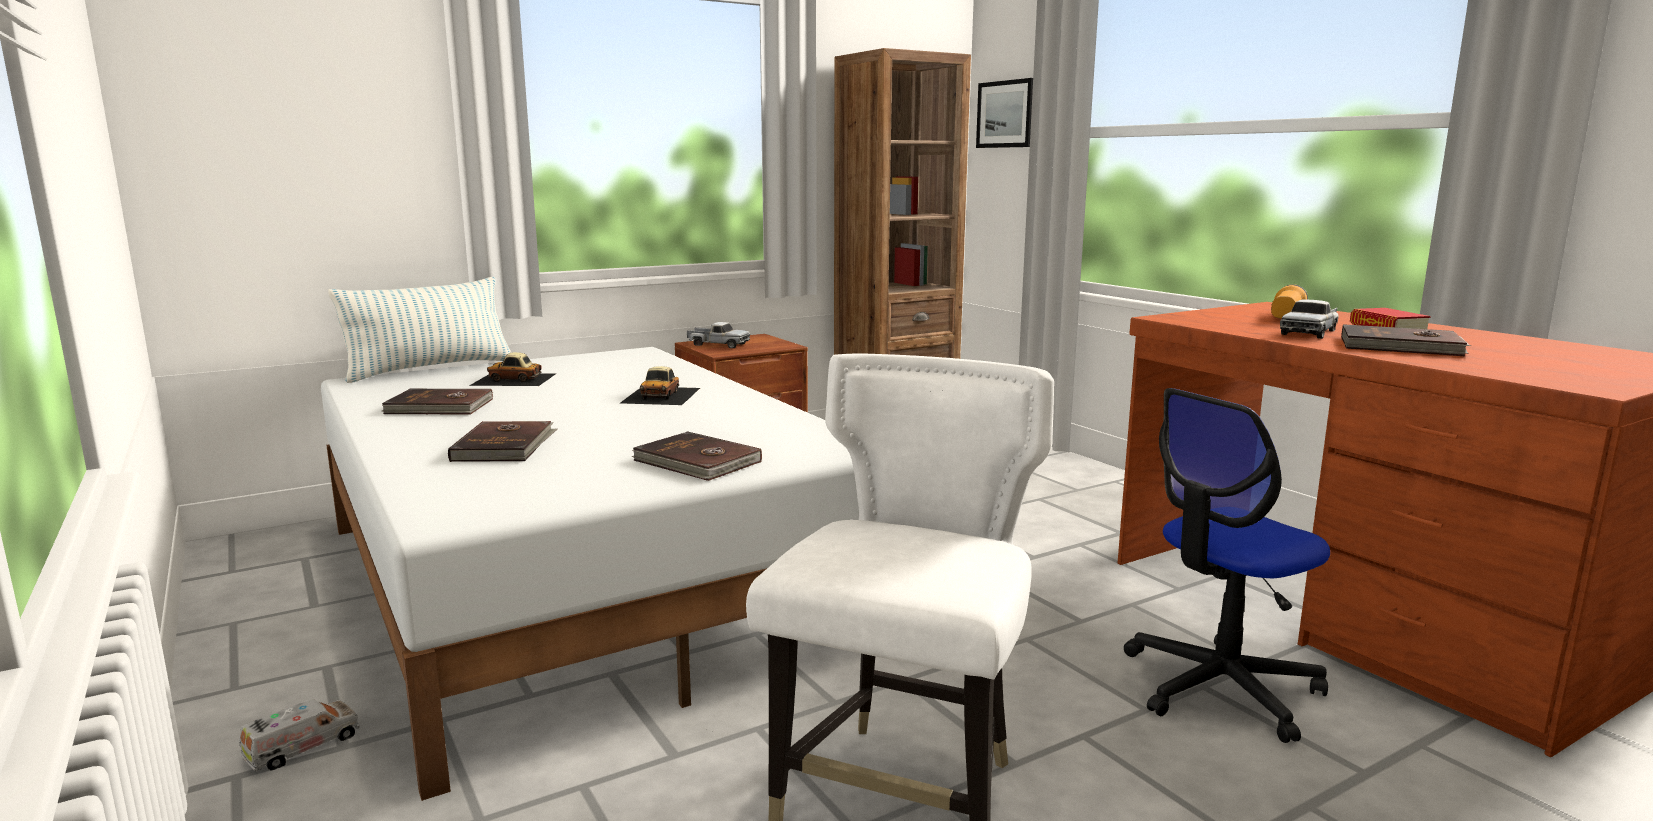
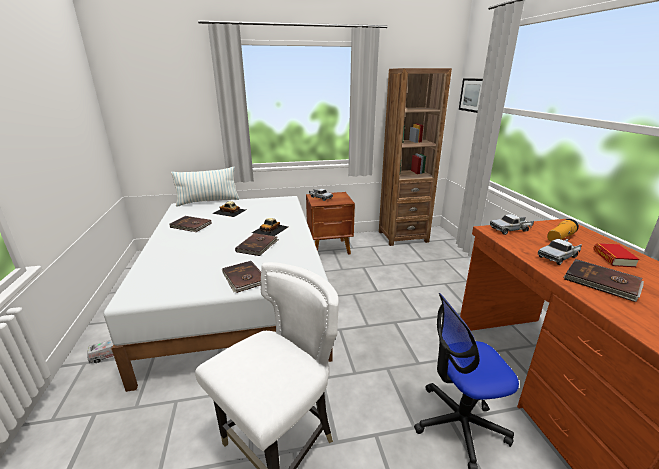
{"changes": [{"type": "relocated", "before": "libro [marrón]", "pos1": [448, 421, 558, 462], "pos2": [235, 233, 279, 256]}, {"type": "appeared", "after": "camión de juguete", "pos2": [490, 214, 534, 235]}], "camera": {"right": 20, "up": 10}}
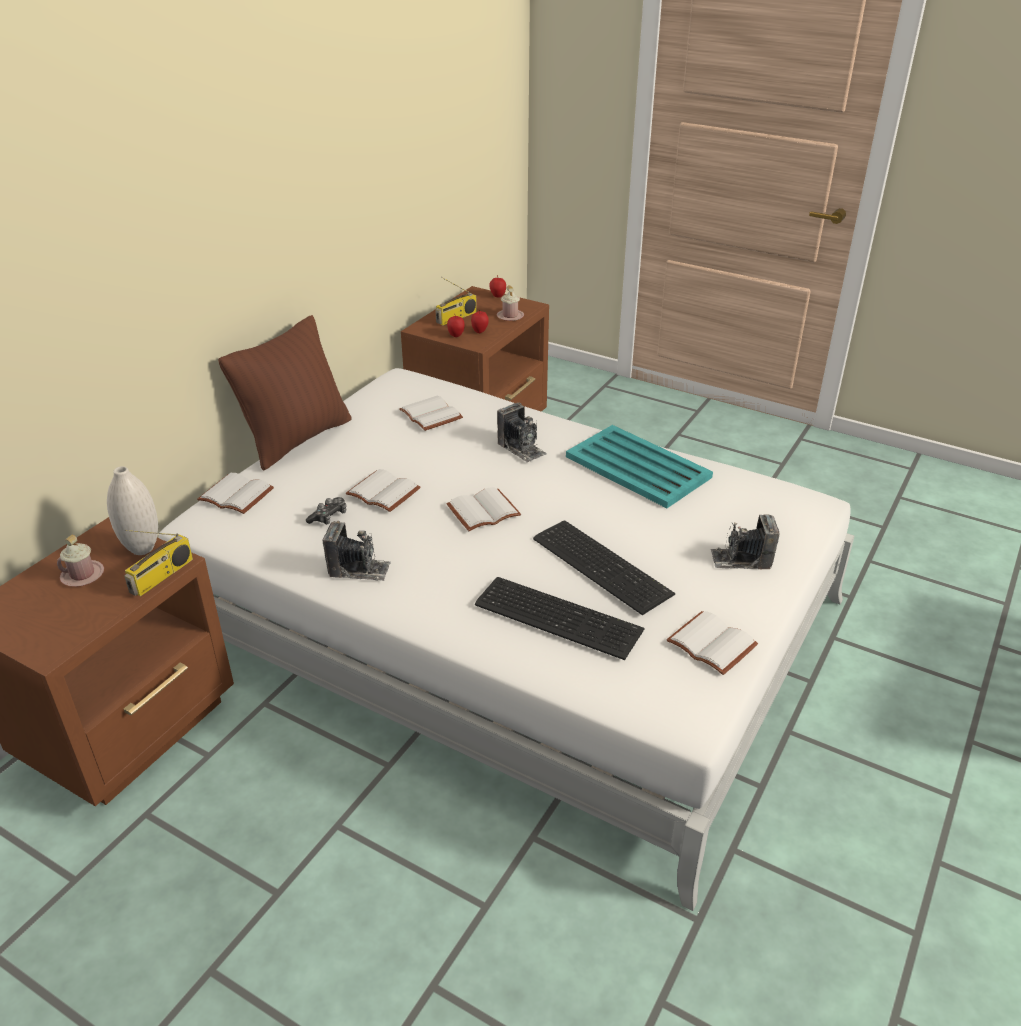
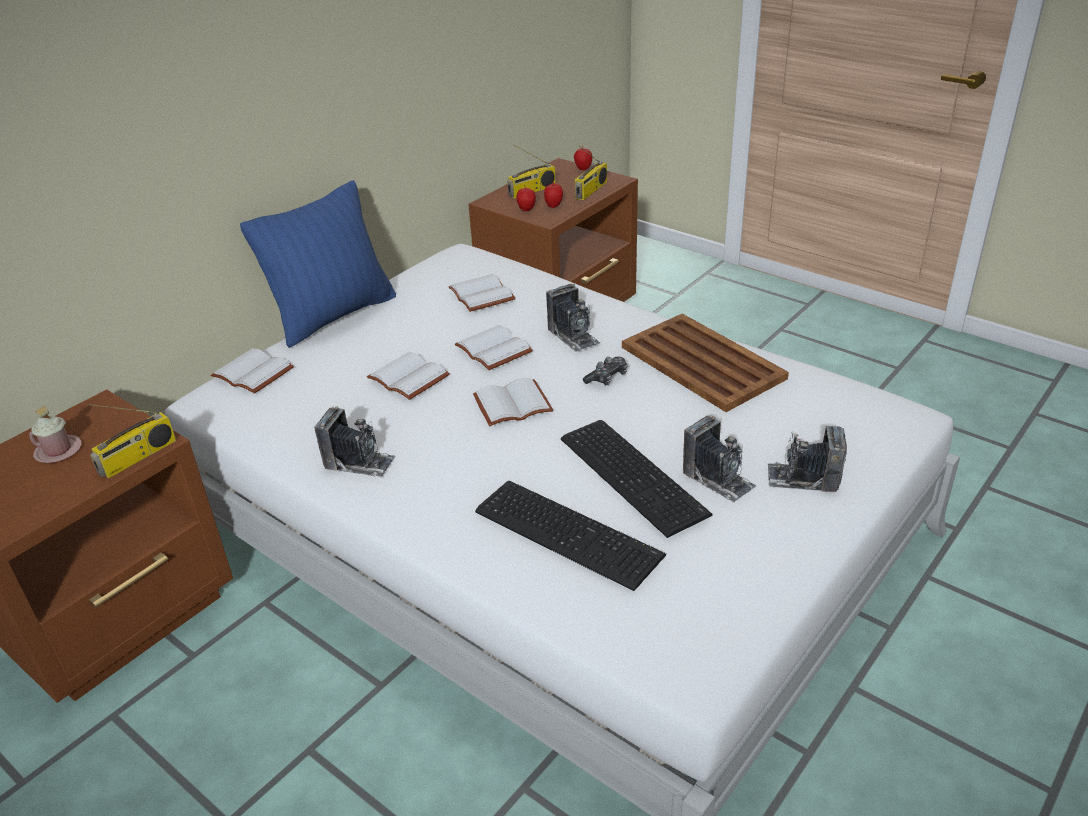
{"changes": [{"type": "missing", "before": "florero [blanco]", "pos1": [107, 466, 158, 555]}, {"type": "colour", "before": "cojín [marrón]", "after": "cojín [azul]", "pos1": [218, 315, 351, 471], "pos2": [240, 180, 396, 348]}, {"type": "relocated", "before": "mando de consola", "pos1": [306, 497, 347, 525], "pos2": [583, 357, 628, 385]}, {"type": "exchanged", "before": "taza grande [rosa]", "after": "radio", "pos1": [496, 285, 524, 321], "pos2": [575, 146, 607, 200]}, {"type": "colour", "before": "bandeja [turquesa]", "after": "bandeja [marrón]", "pos1": [566, 425, 713, 508], "pos2": [622, 314, 789, 412]}, {"type": "relocated", "before": "libro [blanco]", "pos1": [666, 611, 758, 675], "pos2": [455, 325, 533, 370]}, {"type": "appeared", "after": "cámara", "pos2": [683, 415, 756, 503]}], "camera": {"right": 10, "up": 0}}
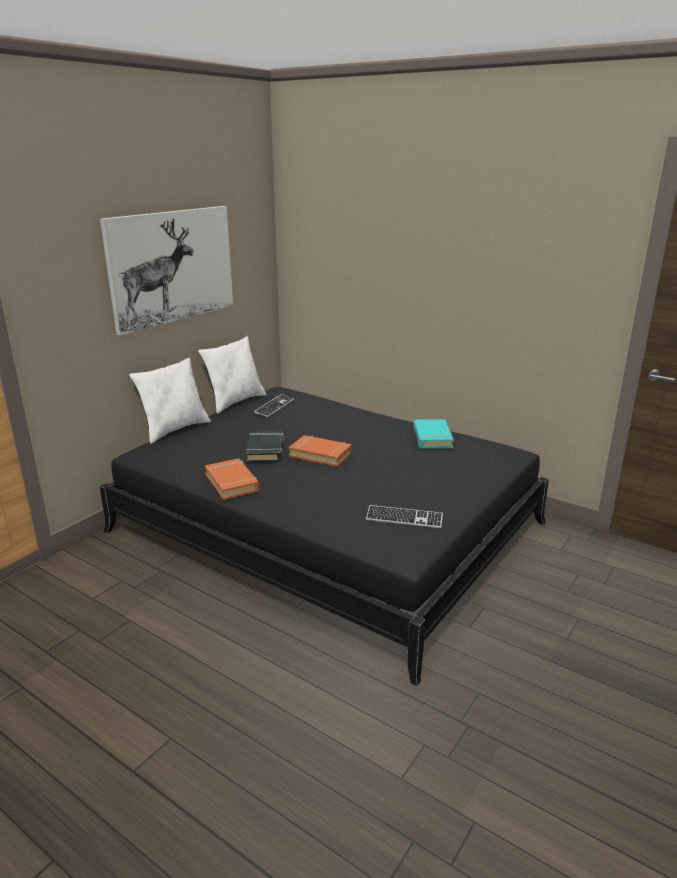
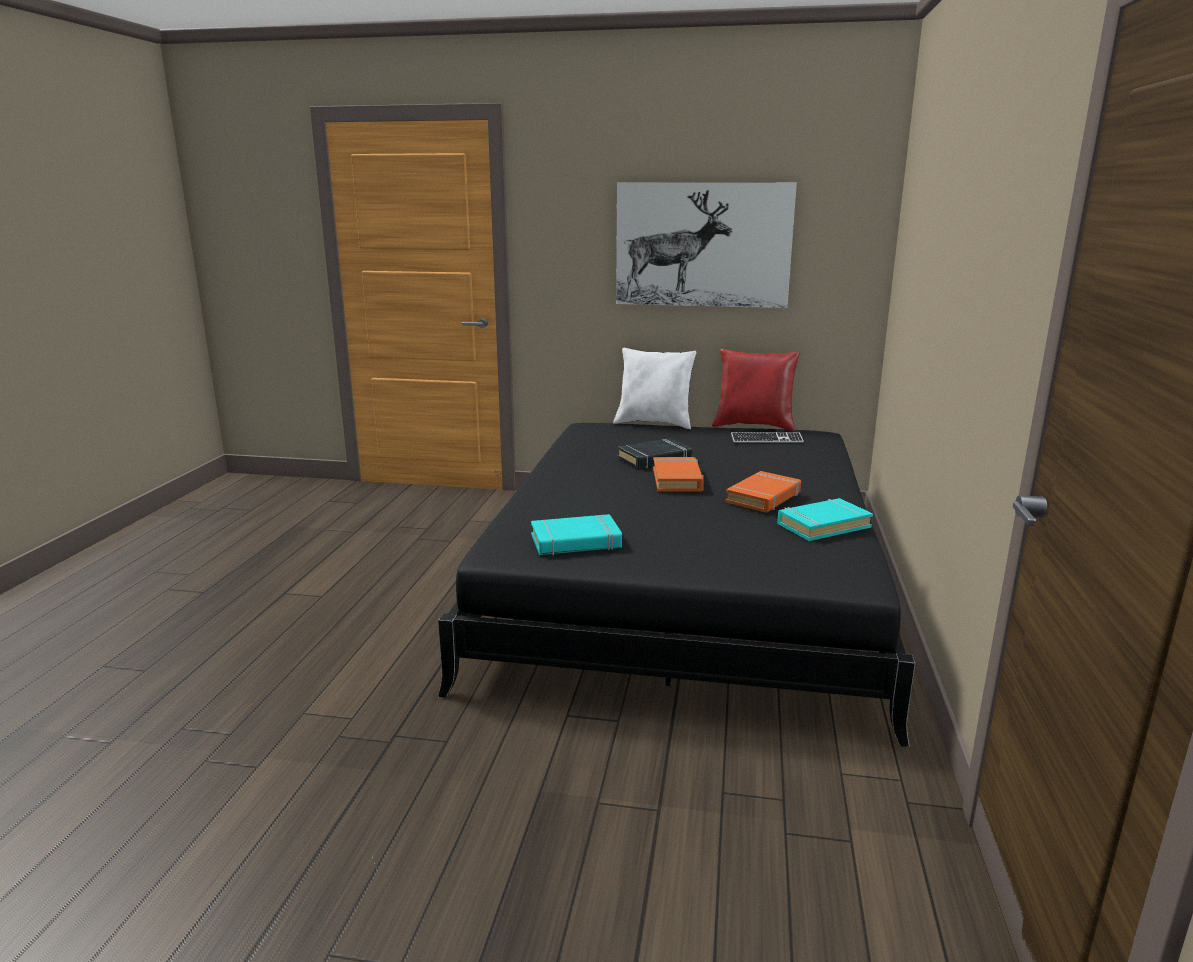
{"changes": [{"type": "colour", "before": "cojín [blanco]", "after": "cojín [rojo]", "pos1": [198, 336, 267, 414], "pos2": [712, 349, 800, 432]}, {"type": "relocated", "before": "libro [naranja]", "pos1": [205, 459, 260, 500], "pos2": [725, 471, 801, 513]}, {"type": "exchanged", "before": "teclado", "after": "libro [turquesa]", "pos1": [366, 505, 443, 528], "pos2": [531, 514, 622, 555]}], "camera": {"right": 65, "up": -5}}
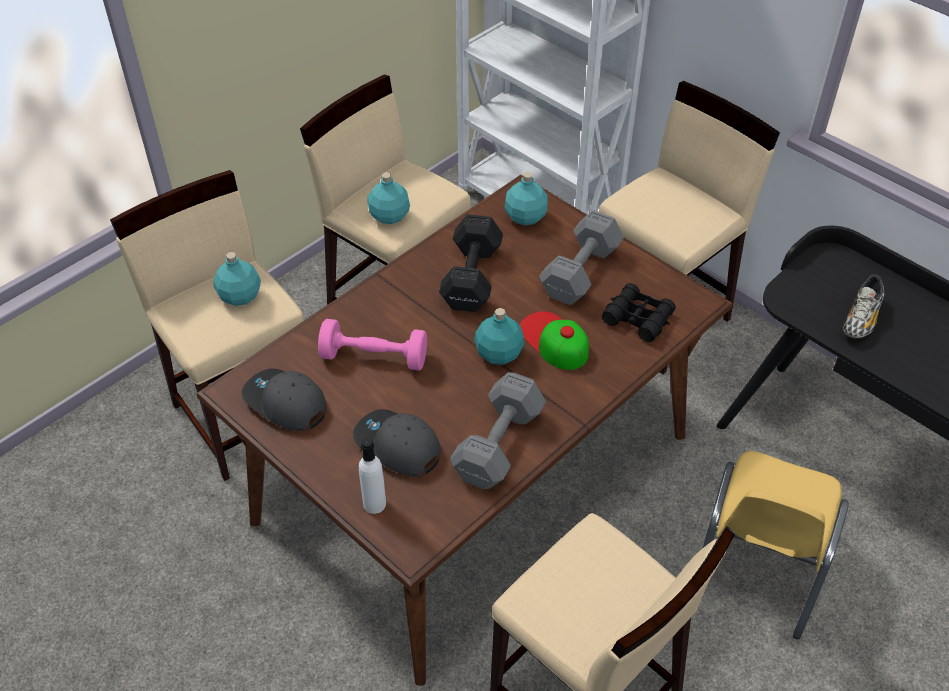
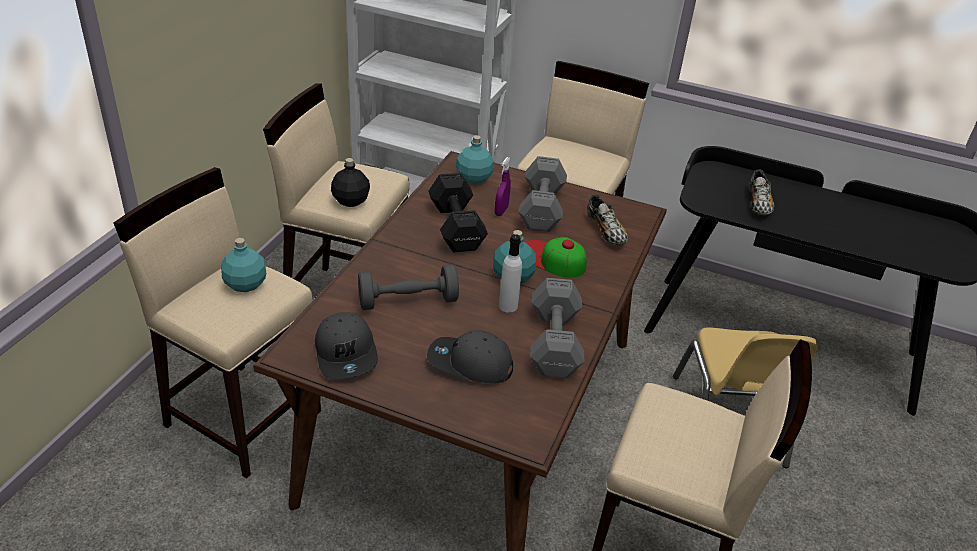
{"changes": [{"type": "spun", "before": "gorra [gris]", "pos1": [242, 369, 327, 431], "pos2": [315, 312, 378, 379], "turn": -120}, {"type": "colour", "before": "mancuerna [rosa]", "after": "mancuerna [gris]", "pos1": [318, 319, 427, 371], "pos2": [358, 265, 459, 310]}, {"type": "relocated", "before": "botella [blanco]", "pos1": [359, 438, 386, 514], "pos2": [499, 234, 522, 313]}, {"type": "colour", "before": "botella [turquesa]", "after": "botella [negro]", "pos1": [368, 172, 410, 224], "pos2": [331, 158, 370, 207]}, {"type": "exchanged", "before": "prismáticos [negro]", "after": "zapato", "pos1": [602, 283, 676, 342], "pos2": [587, 194, 628, 245]}, {"type": "appeared", "after": "pulverizador [morado]", "pos2": [495, 157, 511, 216]}], "camera": {"right": -25, "up": -10}}
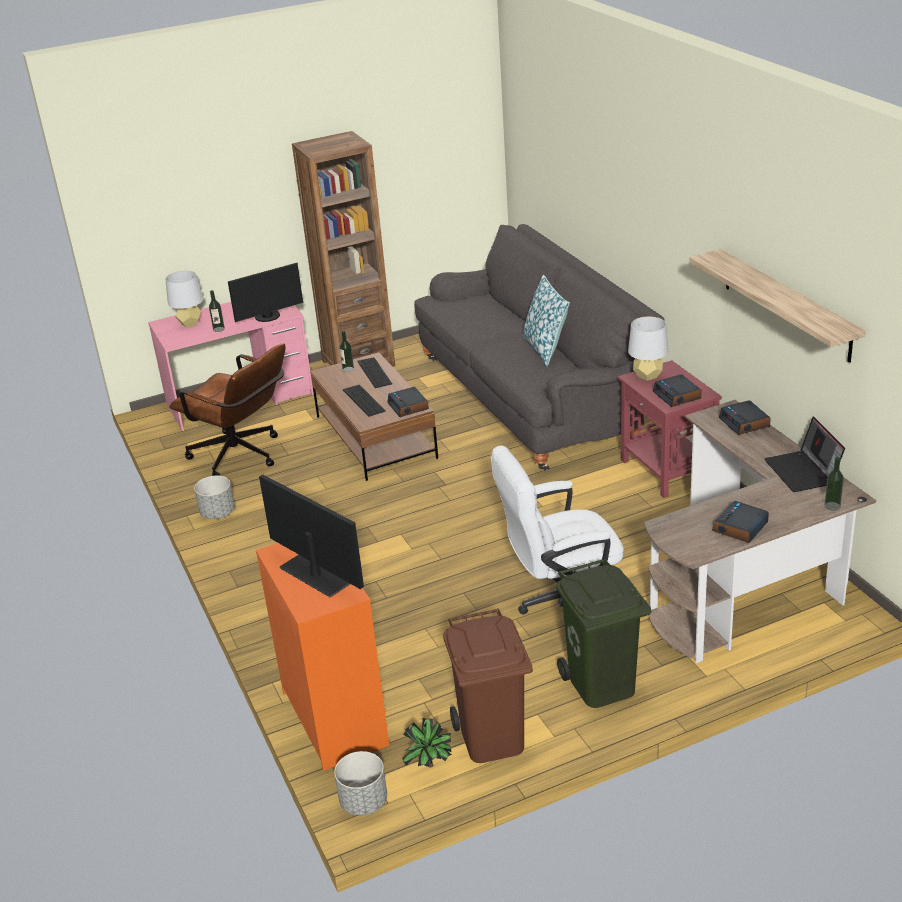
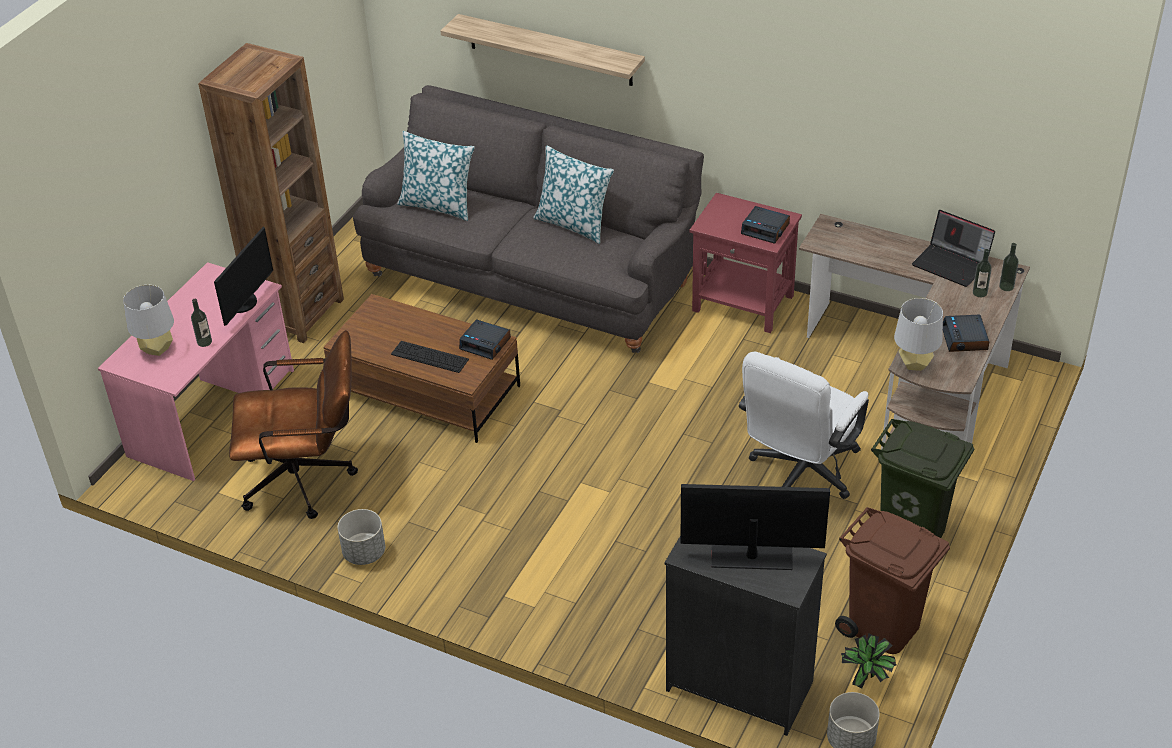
{"changes": [{"type": "colour", "before": "cómoda [naranja]", "after": "cómoda [negro]", "pos1": [256, 543, 389, 771], "pos2": [665, 536, 827, 736]}, {"type": "relocated", "before": "botella", "pos1": [340, 331, 354, 372], "pos2": [973, 249, 992, 297]}, {"type": "missing", "before": "teclado", "pos1": [358, 357, 392, 388]}, {"type": "relocated", "before": "lámpara de mesa [gris]", "pos1": [628, 316, 668, 381], "pos2": [894, 298, 943, 371]}, {"type": "relocated", "before": "estante", "pos1": [689, 249, 866, 363], "pos2": [441, 14, 645, 86]}, {"type": "missing", "before": "despertador", "pos1": [719, 400, 771, 435]}, {"type": "appeared", "after": "cojín", "pos2": [397, 131, 475, 221]}], "camera": {"right": -40, "up": 10}}
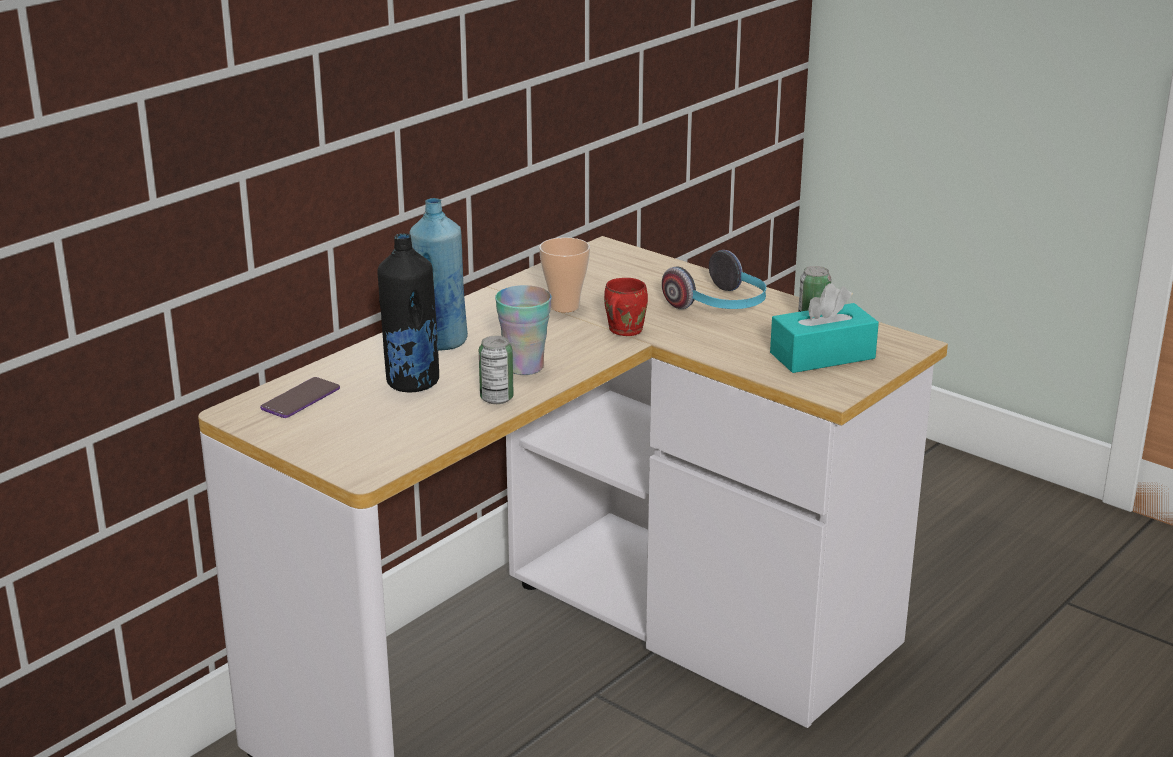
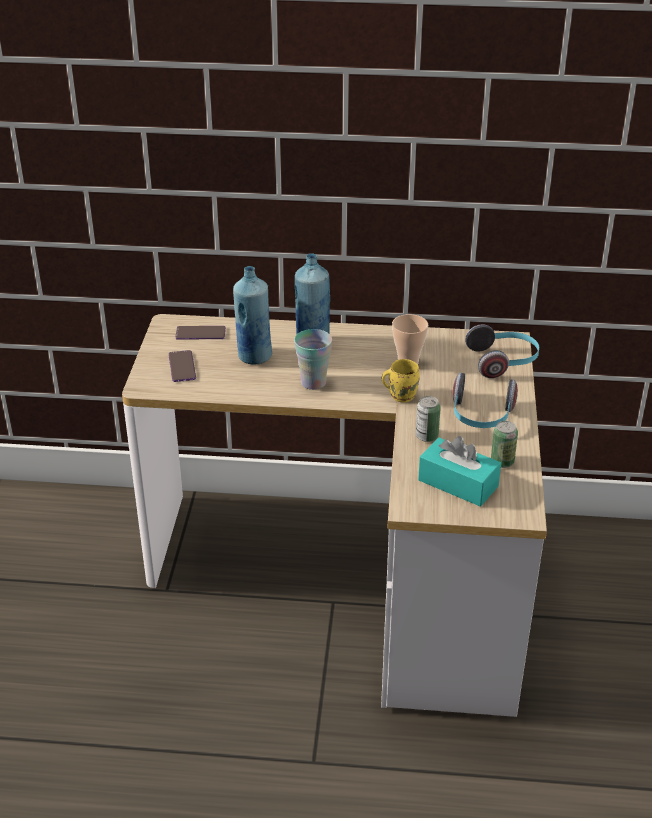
{"changes": [{"type": "colour", "before": "botella [negro]", "after": "botella [azul]", "pos1": [378, 233, 439, 393], "pos2": [233, 266, 272, 365]}, {"type": "relocated", "before": "lata", "pos1": [479, 336, 514, 404], "pos2": [416, 396, 441, 442]}, {"type": "colour", "before": "taza grande [rojo]", "after": "taza grande [amarillo]", "pos1": [604, 278, 648, 336], "pos2": [382, 359, 420, 403]}, {"type": "appeared", "after": "móvil", "pos2": [169, 350, 196, 382]}, {"type": "appeared", "after": "auriculares", "pos2": [465, 324, 539, 378]}], "camera": {"right": 55, "up": 10}}
